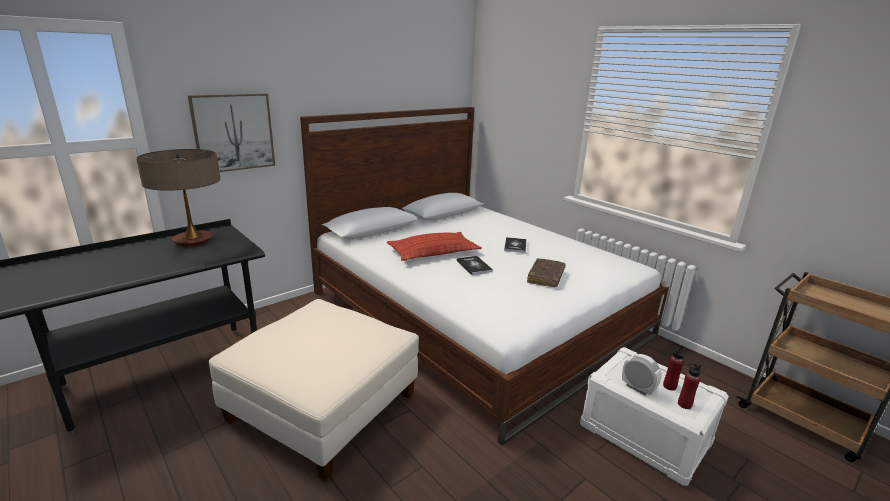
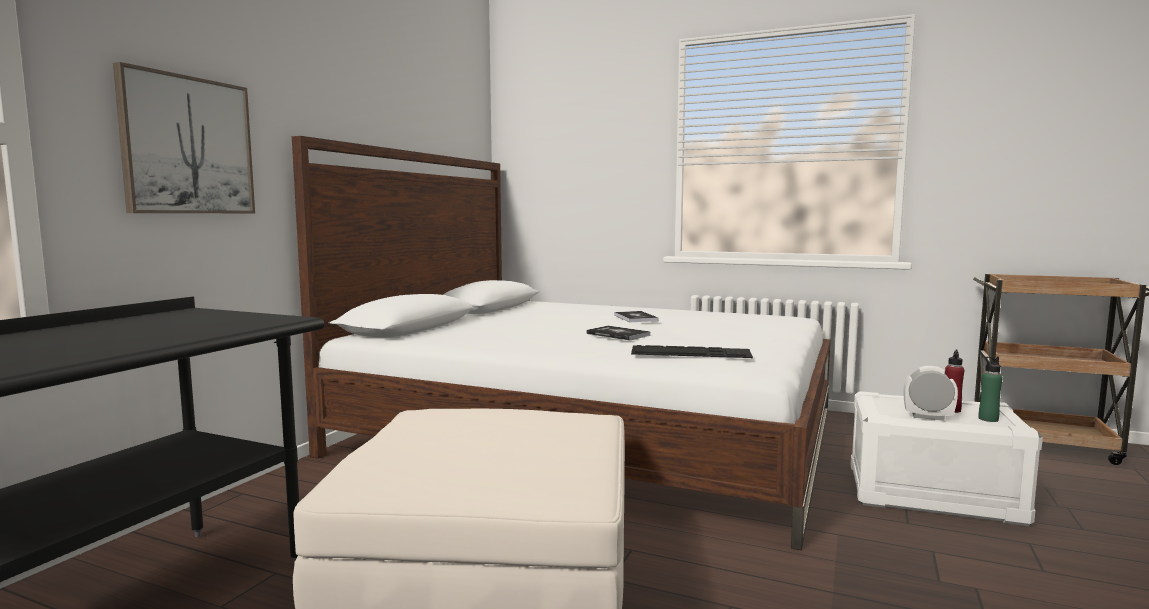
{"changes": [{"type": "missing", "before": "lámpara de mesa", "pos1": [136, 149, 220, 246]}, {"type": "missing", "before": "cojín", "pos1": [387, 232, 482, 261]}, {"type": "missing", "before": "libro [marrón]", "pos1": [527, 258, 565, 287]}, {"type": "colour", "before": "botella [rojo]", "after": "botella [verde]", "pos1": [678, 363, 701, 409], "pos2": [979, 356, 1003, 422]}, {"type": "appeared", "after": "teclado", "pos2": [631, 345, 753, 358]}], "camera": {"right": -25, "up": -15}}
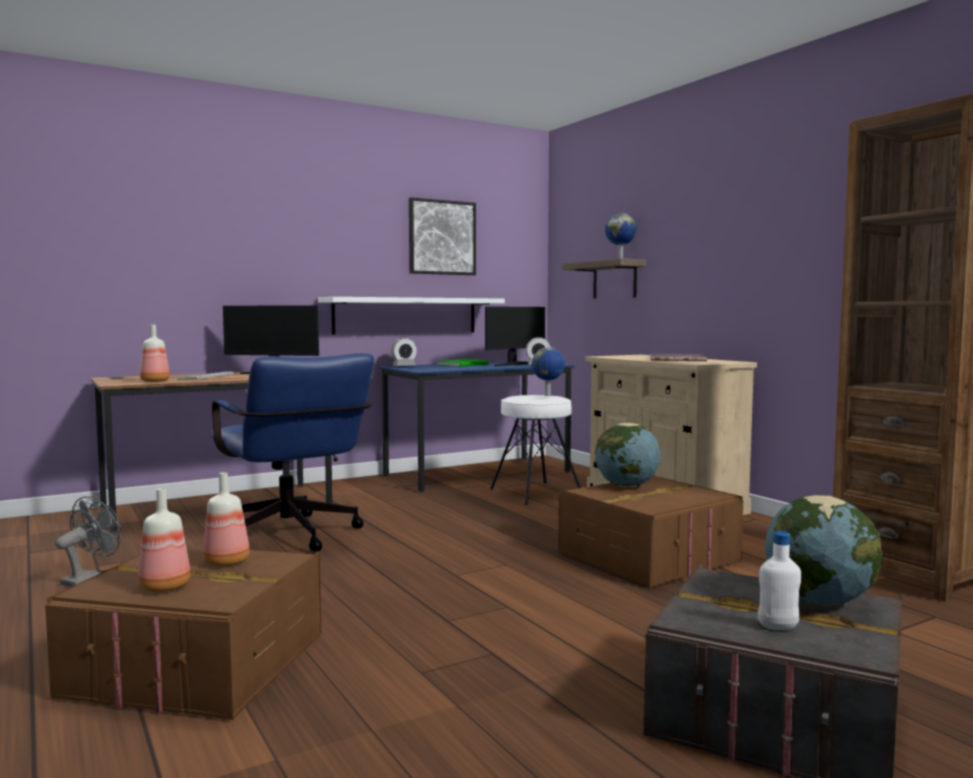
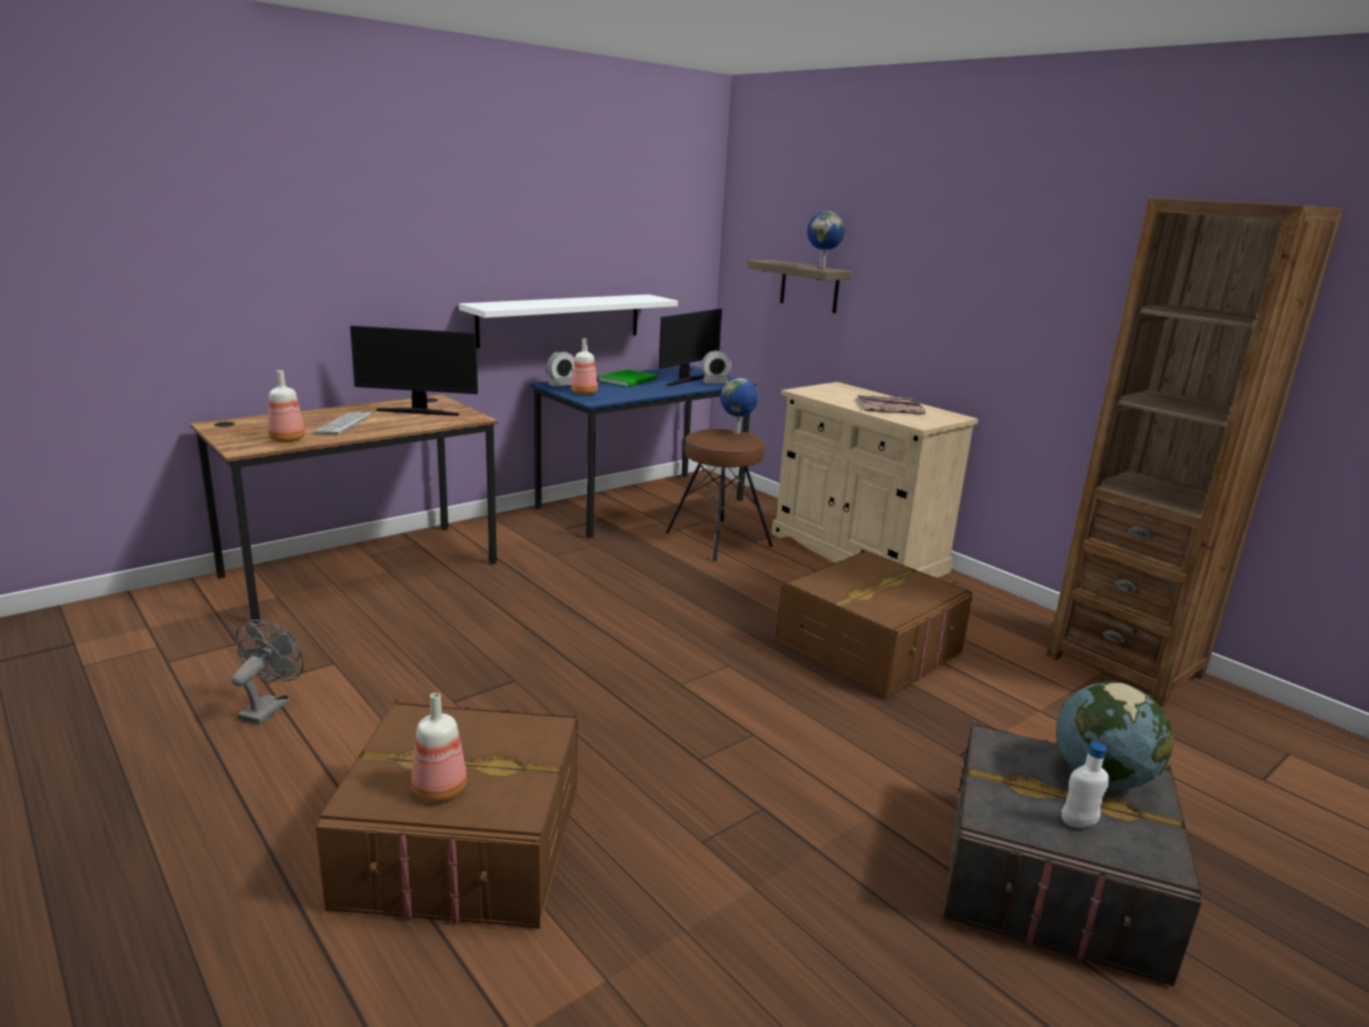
{"changes": [{"type": "relocated", "before": "botella", "pos1": [203, 472, 250, 567], "pos2": [571, 338, 598, 395]}, {"type": "missing", "before": "silla de oficina [azul]", "pos1": [212, 353, 374, 552]}, {"type": "missing", "before": "cuadro", "pos1": [409, 197, 476, 275]}, {"type": "colour", "before": "taburete [blanco]", "after": "taburete [marrón]", "pos1": [490, 395, 581, 505], "pos2": [666, 429, 773, 561]}, {"type": "missing", "before": "globo terráqueo", "pos1": [595, 423, 661, 488]}], "camera": {"right": -10, "up": 15}}
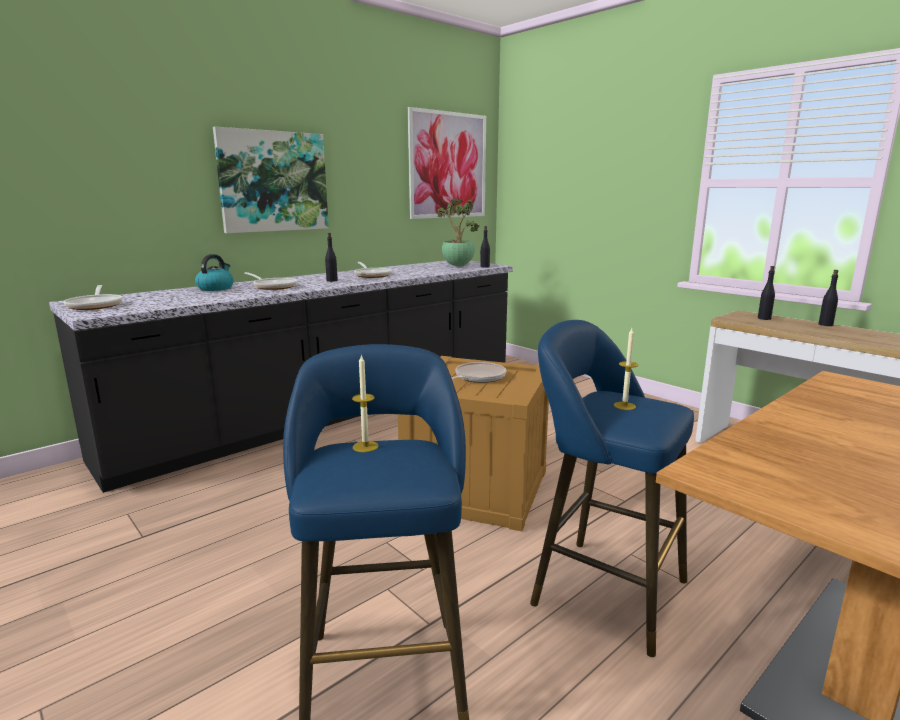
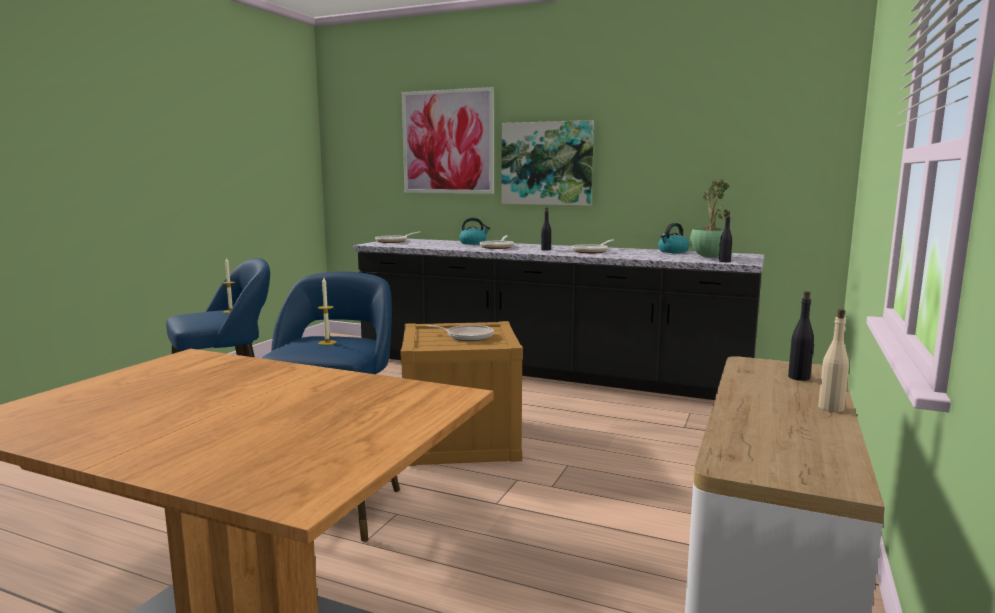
{"changes": [{"type": "relocated", "before": "cuadro", "pos1": [408, 107, 486, 219], "pos2": [402, 87, 494, 194]}, {"type": "colour", "before": "botella [negro]", "after": "botella [beis]", "pos1": [818, 270, 838, 326], "pos2": [818, 309, 849, 412]}, {"type": "appeared", "after": "hervidor", "pos2": [658, 223, 689, 253]}], "camera": {"right": 65, "up": -5}}
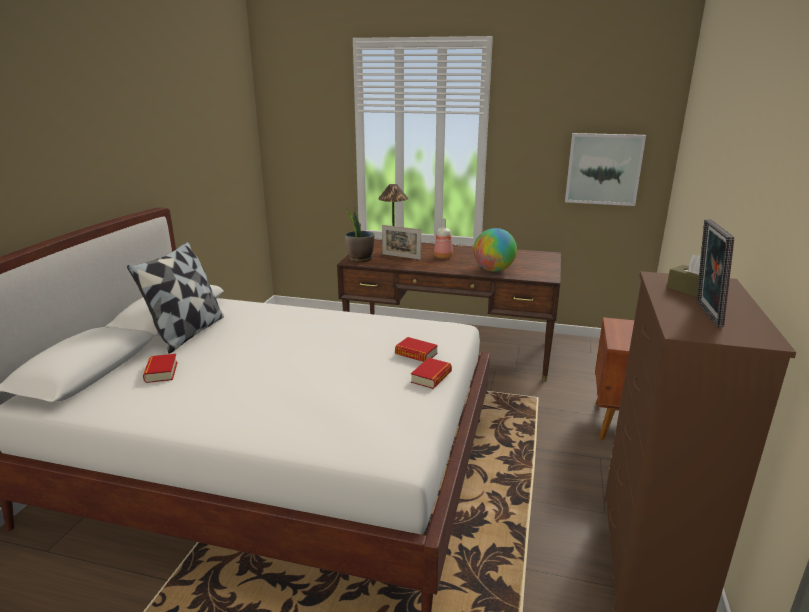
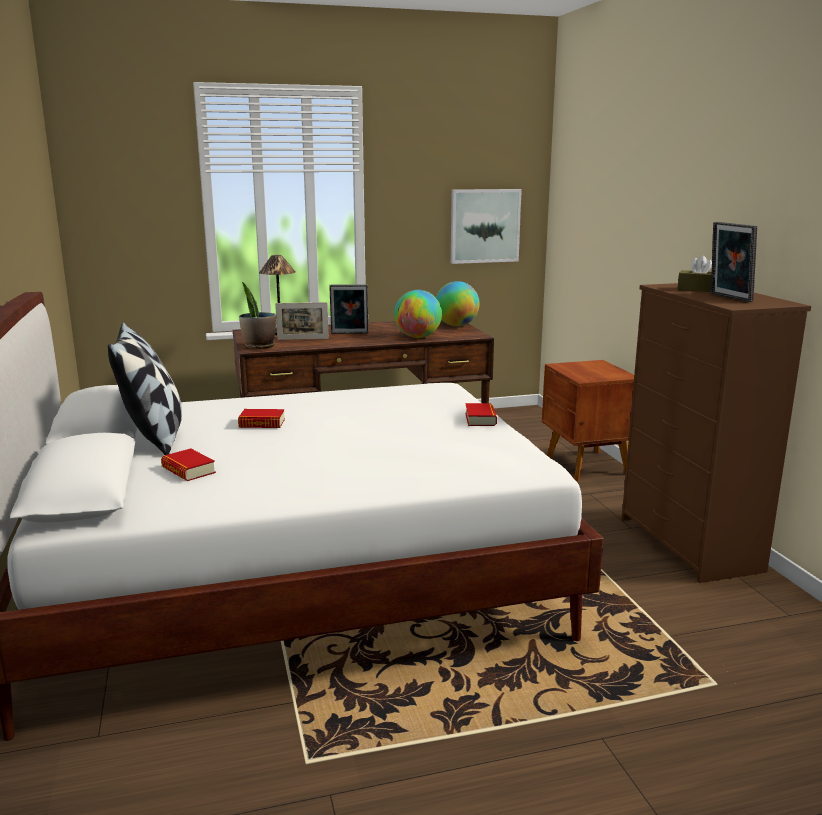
{"changes": [{"type": "relocated", "before": "libro", "pos1": [395, 337, 438, 362], "pos2": [238, 409, 285, 428]}, {"type": "exchanged", "before": "botella", "after": "portarretratos", "pos1": [434, 218, 453, 259], "pos2": [329, 284, 369, 334]}, {"type": "appeared", "after": "globo terráqueo", "pos2": [436, 281, 480, 326]}], "camera": {"right": -30, "up": -5}}
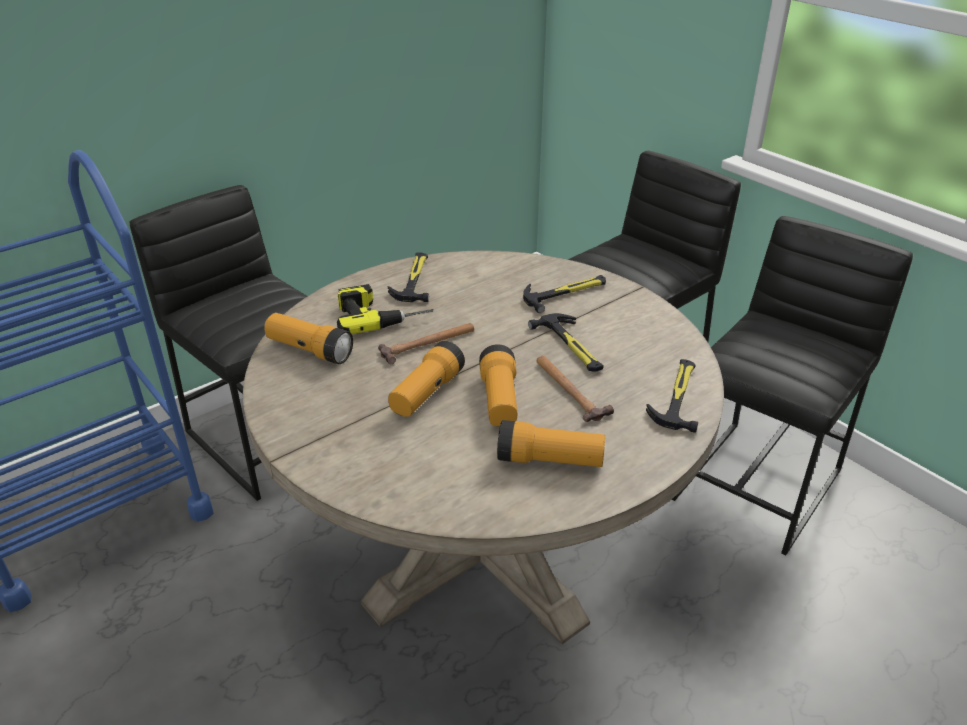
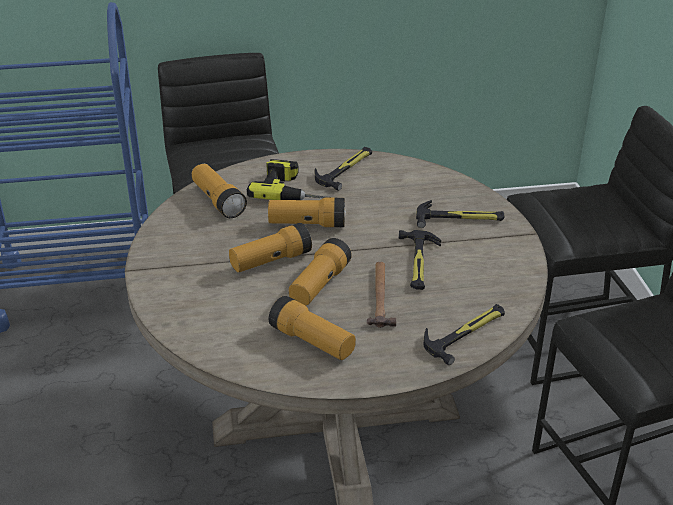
{"changes": [{"type": "exchanged", "before": "martillo", "after": "linterna", "pos1": [378, 323, 474, 365], "pos2": [268, 198, 346, 227]}], "camera": {"right": 30, "up": 0}}
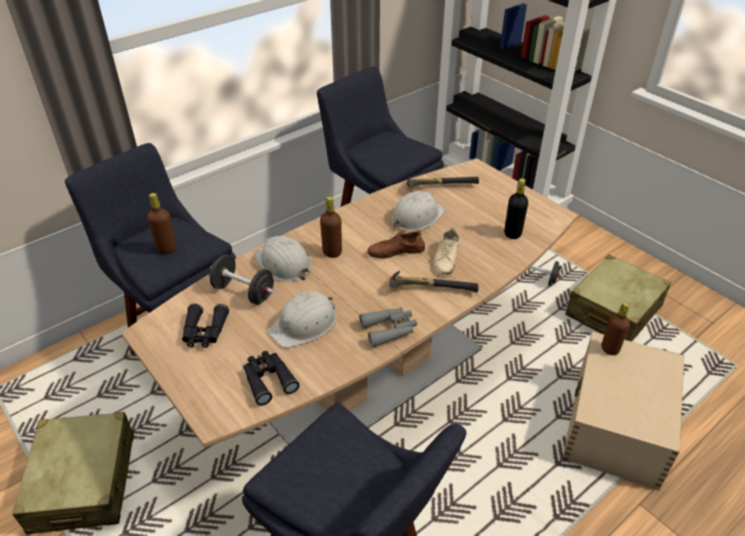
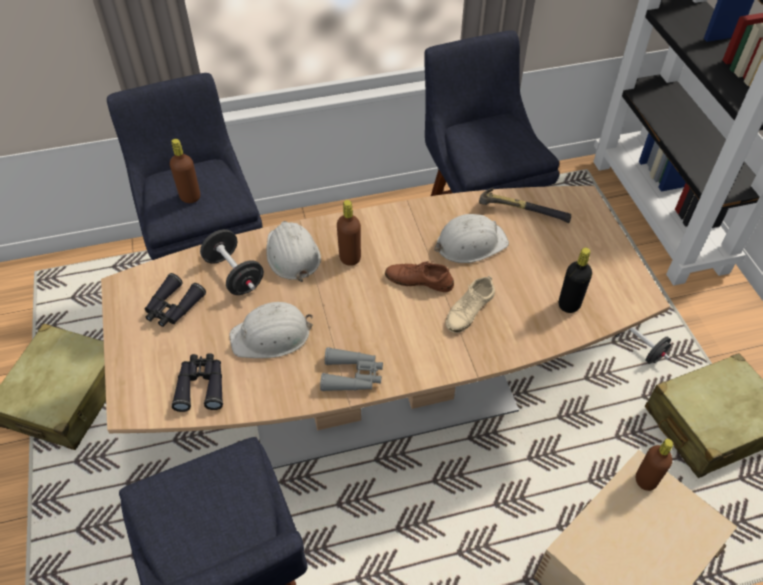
{"changes": [{"type": "missing", "before": "martillo", "pos1": [390, 271, 479, 293]}], "camera": {"right": 25, "up": 10}}
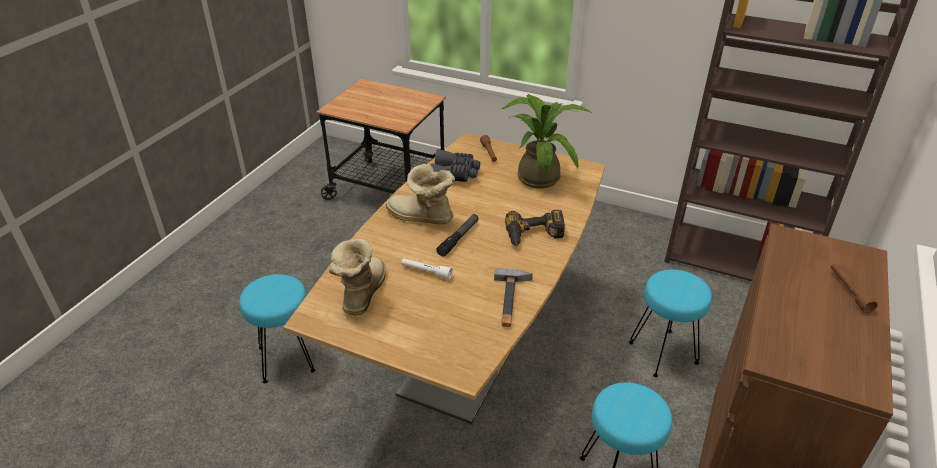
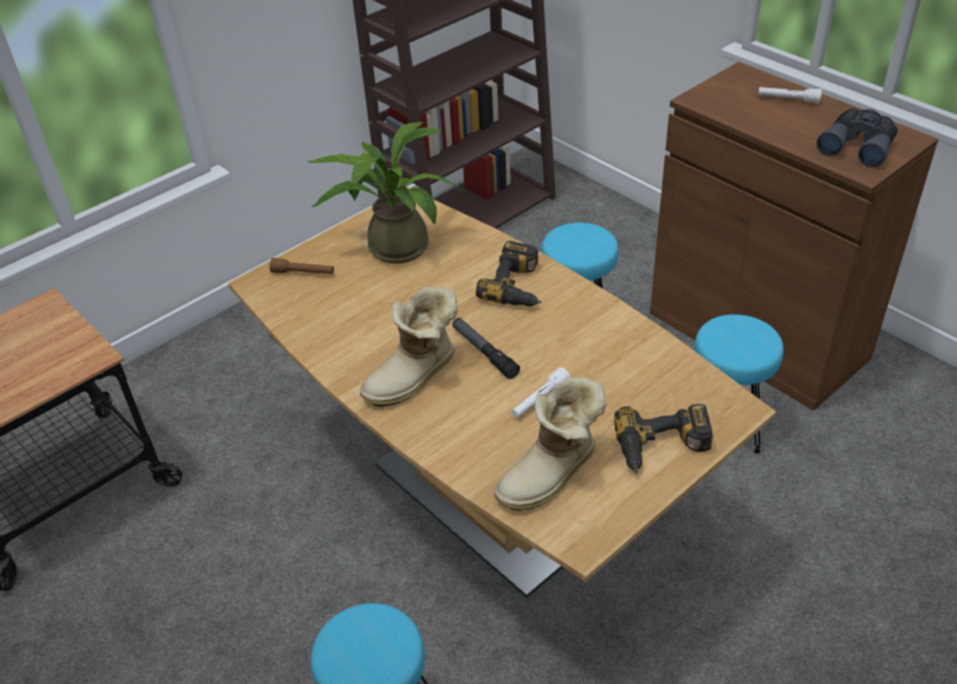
{"changes": [{"type": "spun", "before": "bota", "pos1": [329, 239, 386, 316], "pos2": [494, 376, 606, 511], "turn": -75}, {"type": "relocated", "before": "prismáticos [gris]", "pos1": [430, 149, 480, 182], "pos2": [816, 108, 898, 168]}, {"type": "missing", "before": "martillo", "pos1": [494, 268, 533, 327]}, {"type": "colour", "before": "linterna [marrón]", "after": "linterna [blanco]", "pos1": [831, 263, 878, 313], "pos2": [758, 87, 822, 103]}, {"type": "appeared", "after": "taladro", "pos2": [614, 404, 713, 473]}], "camera": {"right": -65, "up": 5}}
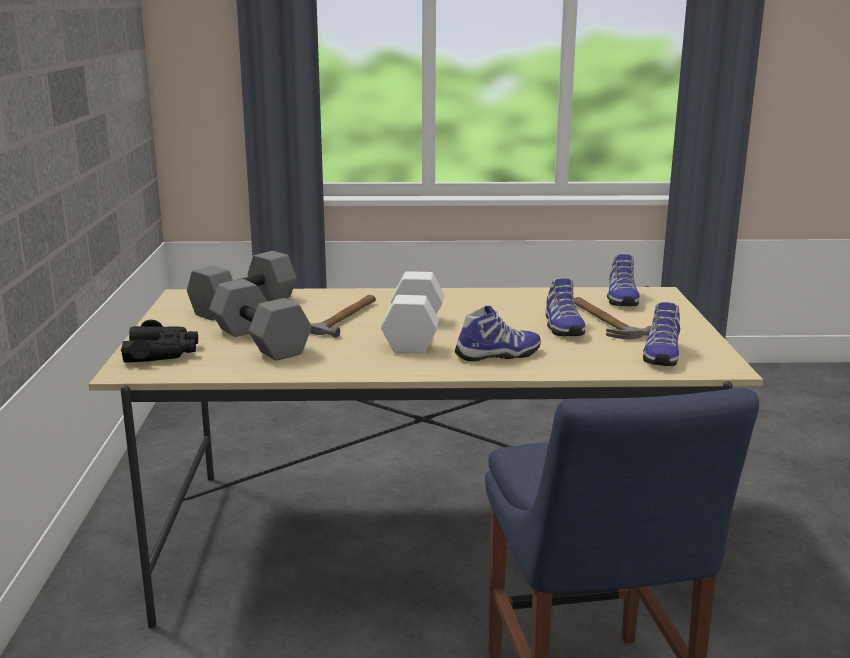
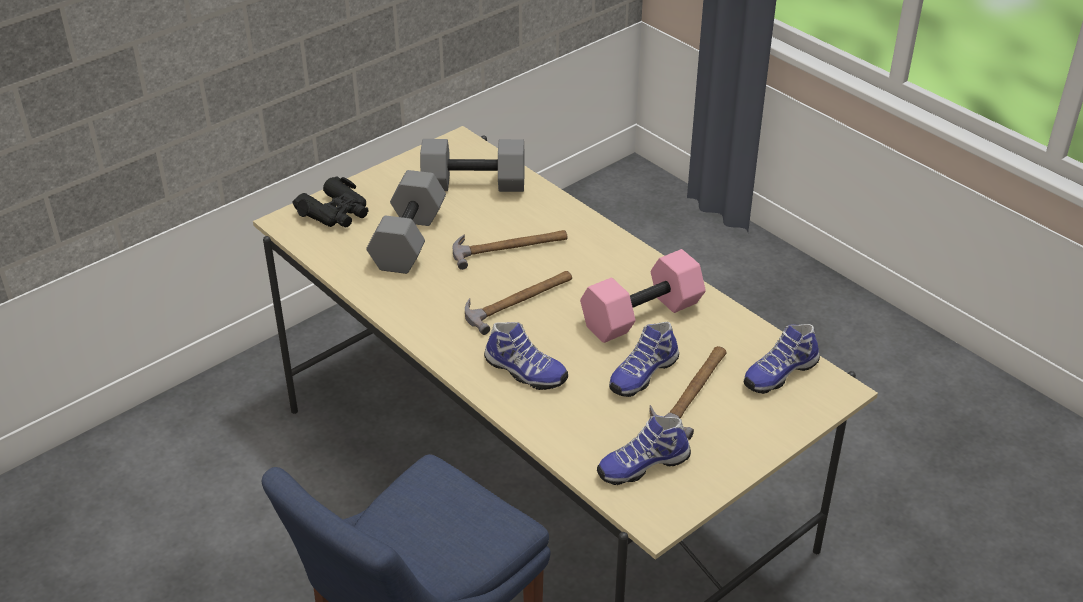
{"changes": [{"type": "exchanged", "before": "mancuerna [blanco]", "after": "martillo", "pos1": [381, 271, 444, 353], "pos2": [465, 271, 572, 335]}, {"type": "appeared", "after": "mancuerna [rosa]", "pos2": [580, 249, 706, 343]}], "camera": {"right": 50, "up": 20}}
